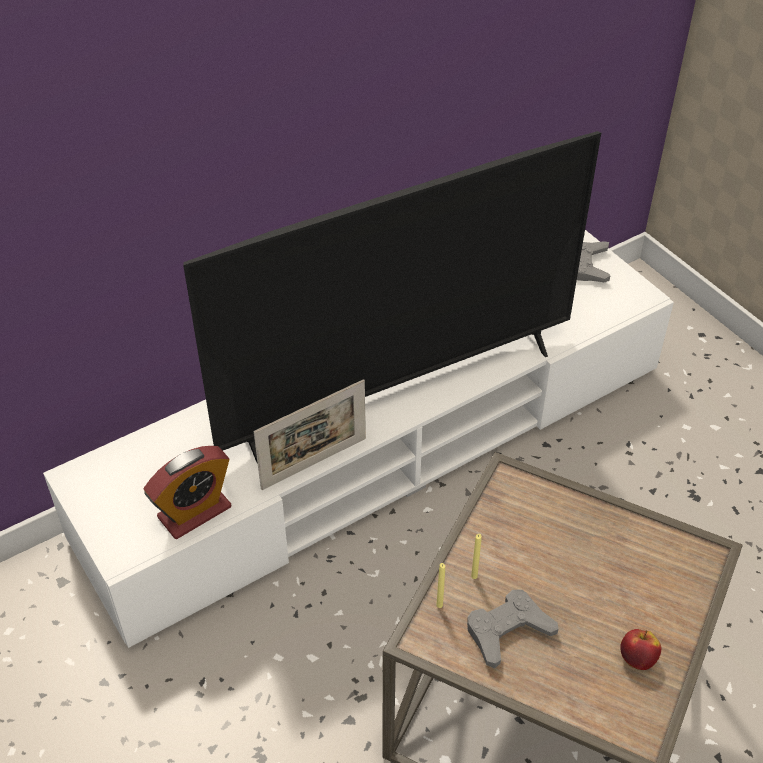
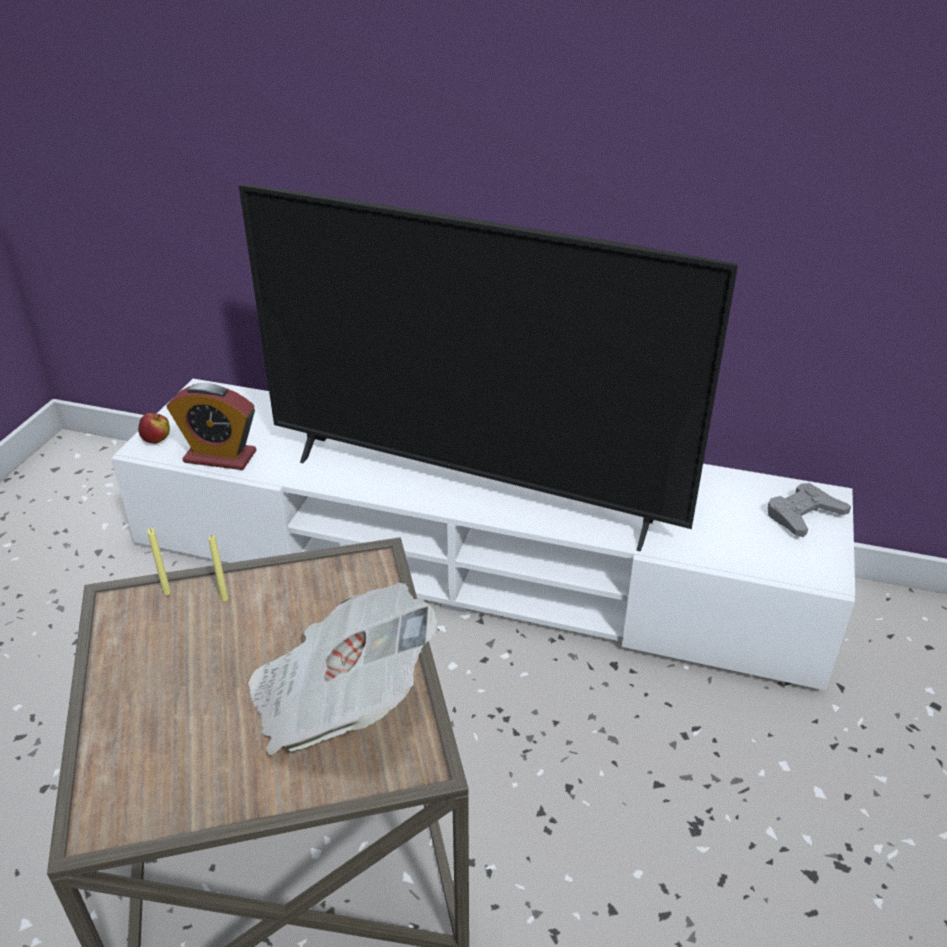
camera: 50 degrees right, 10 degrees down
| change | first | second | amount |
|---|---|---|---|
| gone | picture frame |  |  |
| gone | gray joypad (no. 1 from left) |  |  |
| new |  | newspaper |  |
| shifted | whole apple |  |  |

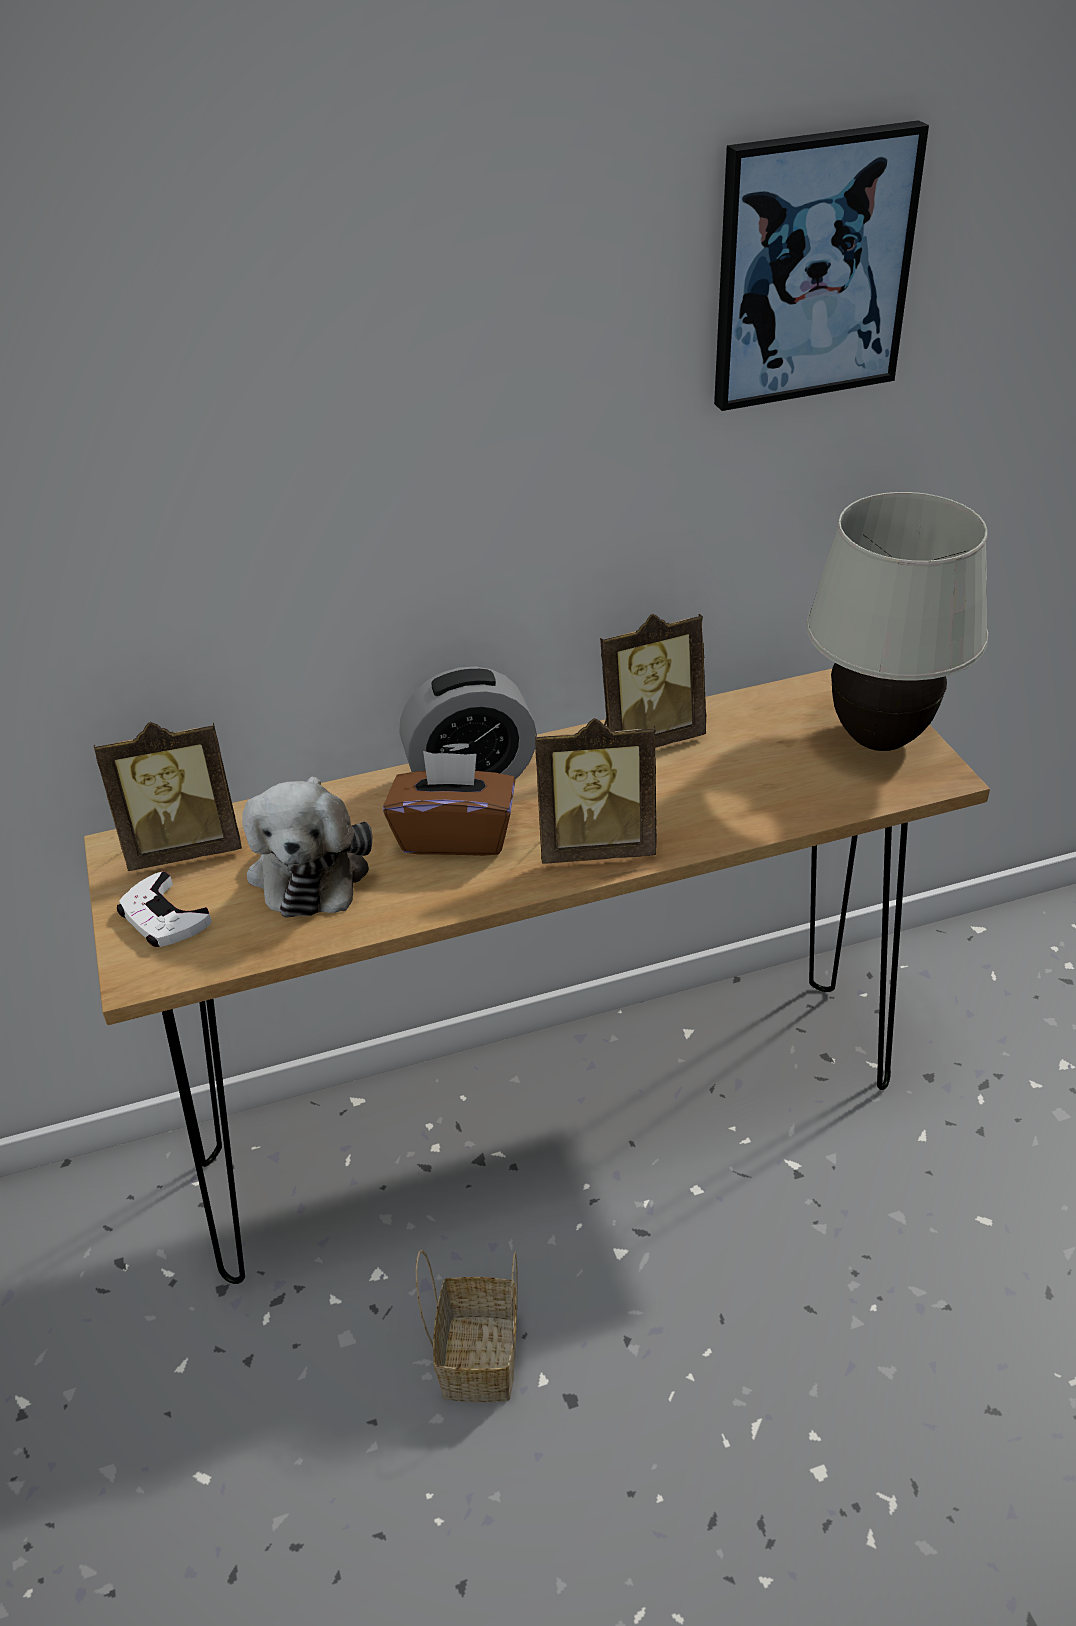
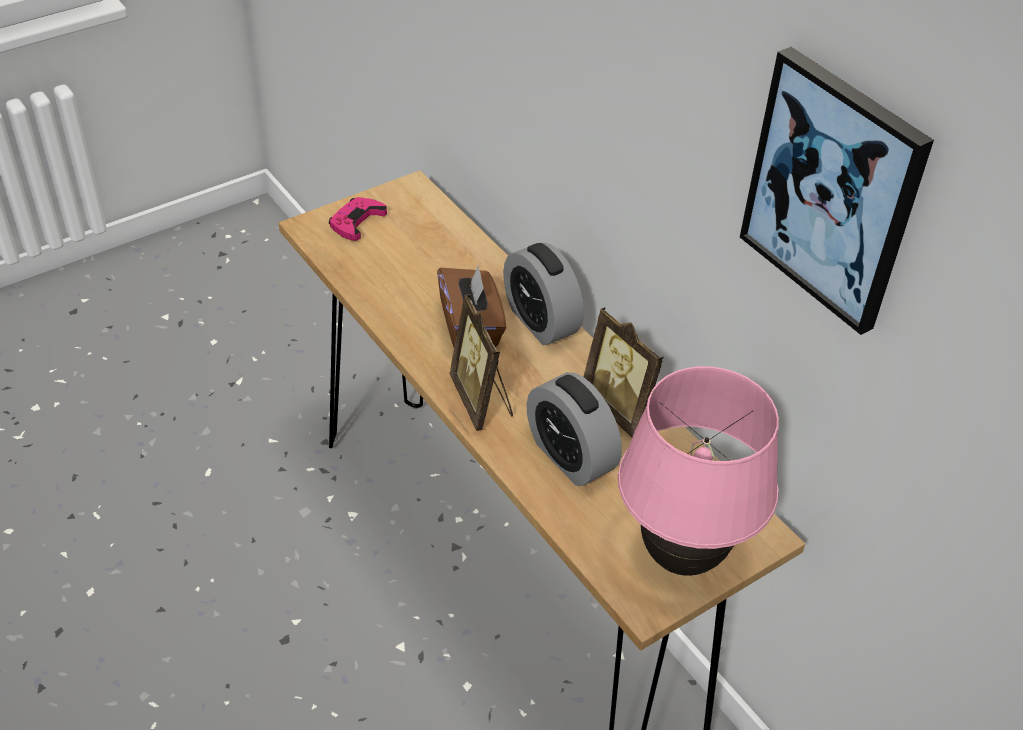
camera: 70 degrees right, 5 degrees up
| change | first | second | amount |
|---|---|---|---|
| gone | picture frame (no. 1 from left) |  |  |
| gone | soft toy |  |  |
| gone | basket |  |  |
| new |  | table clock (no. 2 from left) |  |
| repainted | whitish joypad | pink joypad |  |
| repainted | whitish table lamp | pink table lamp |  |

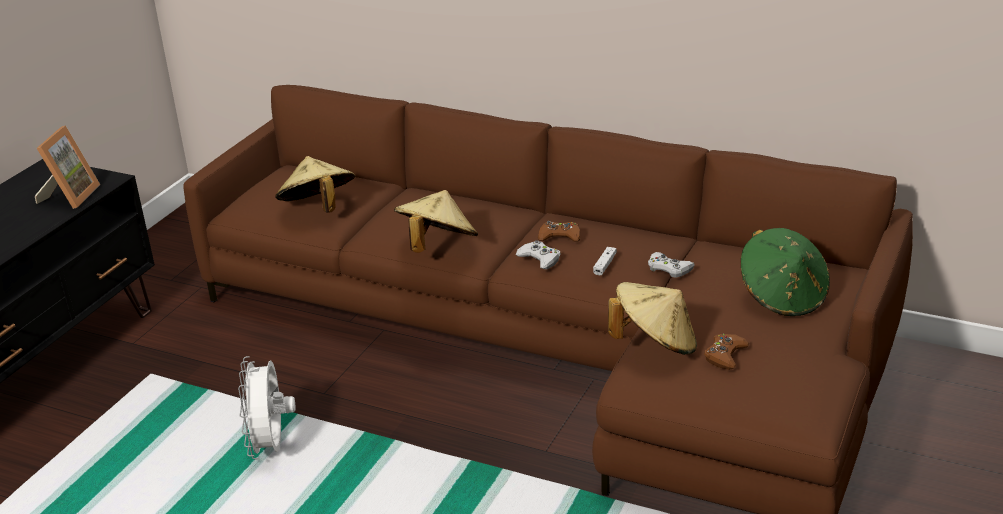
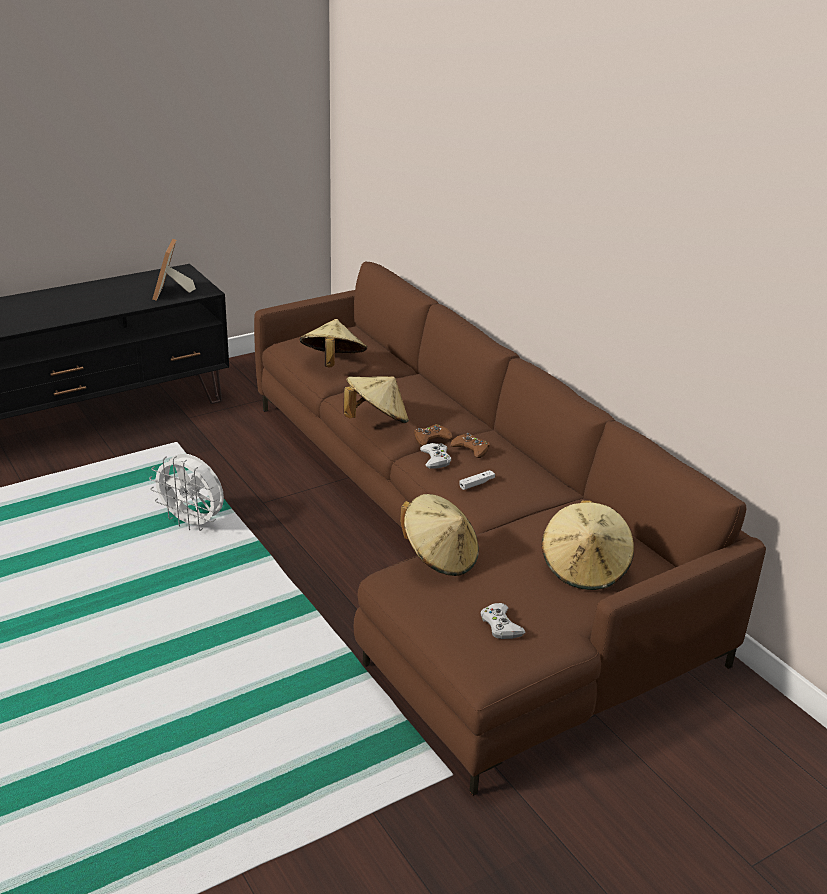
camera: 30 degrees right, 0 degrees up
| change | first | second | amount |
|---|---|---|---|
| shifted | whitish joypad (no. 3 from left) |  |  |
| shifted | brown joypad (no. 2 from left in the first image) | brown joypad (no. 1 from left) |  |
| repainted | greenish wearable hat | sand-coloured wearable hat (no. 4 from left) |  |
| rotated | picture frame |  | 135 degrees clockwise |
| rotated | whitish cooling fan |  | 90 degrees counterclockwise |

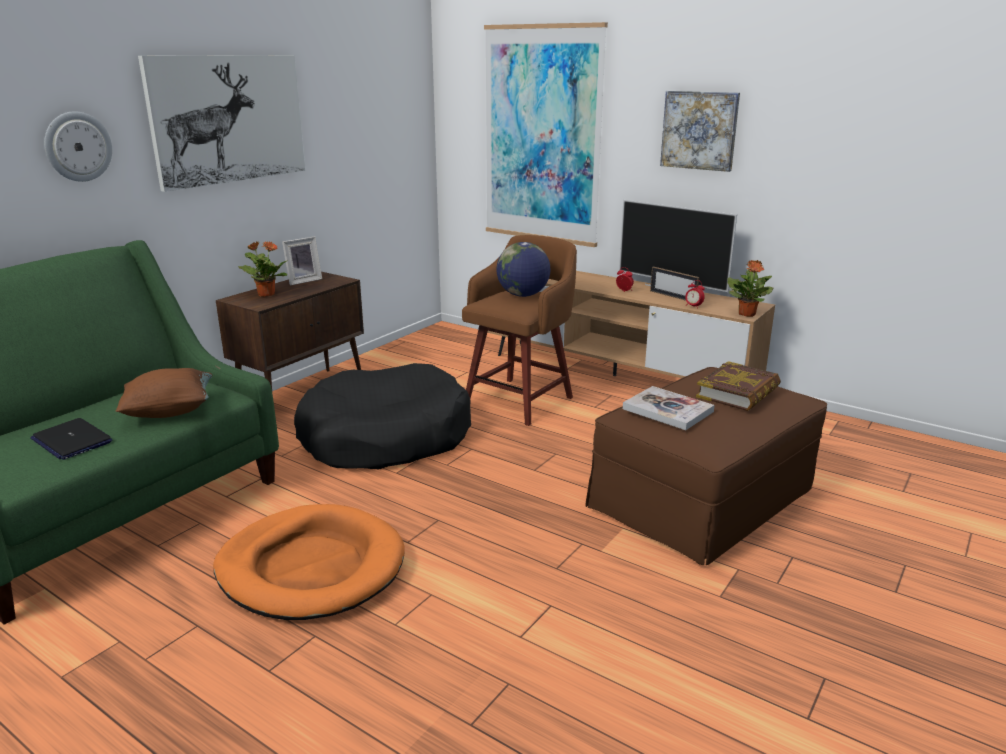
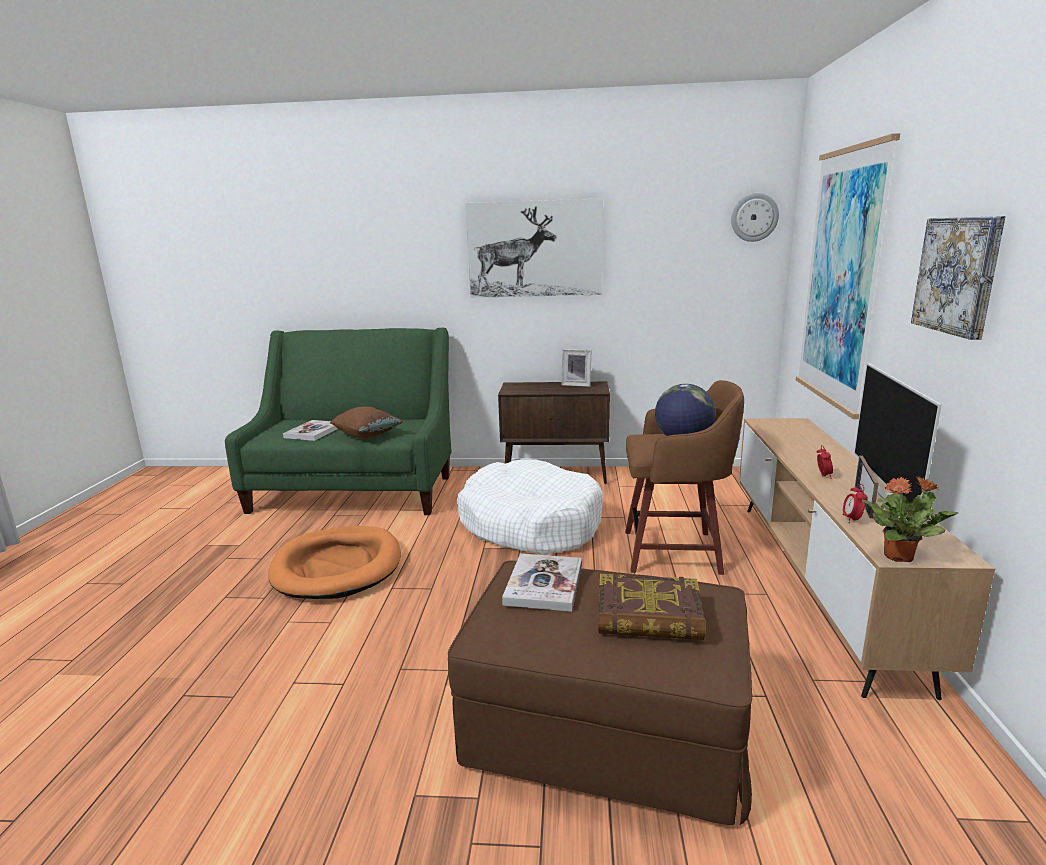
camera: 60 degrees right, 5 degrees down
| change | first | second | amount |
|---|---|---|---|
| gone | potted plant (no. 1 from left) |  |  |
| shifted | clock on the wall |  |  |
| swapped | notebook computer | volume (no. 1 from left) |  |
| repainted | blackish pet bed | whitish pet bed |  |

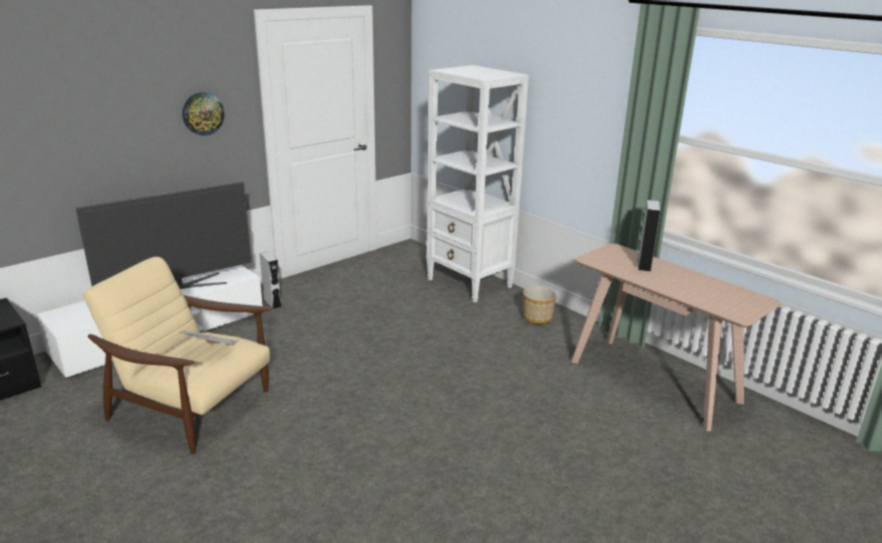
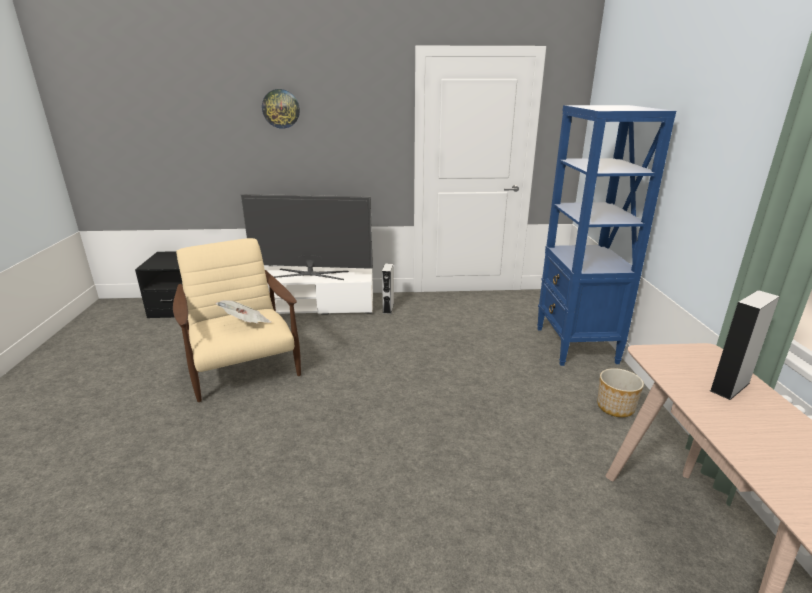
camera: 40 degrees right, 0 degrees up
| change | first | second | amount |
|---|---|---|---|
| shifted | clock on the wall |  |  |
| repainted | whitish shelving unit | bluish shelving unit |  |

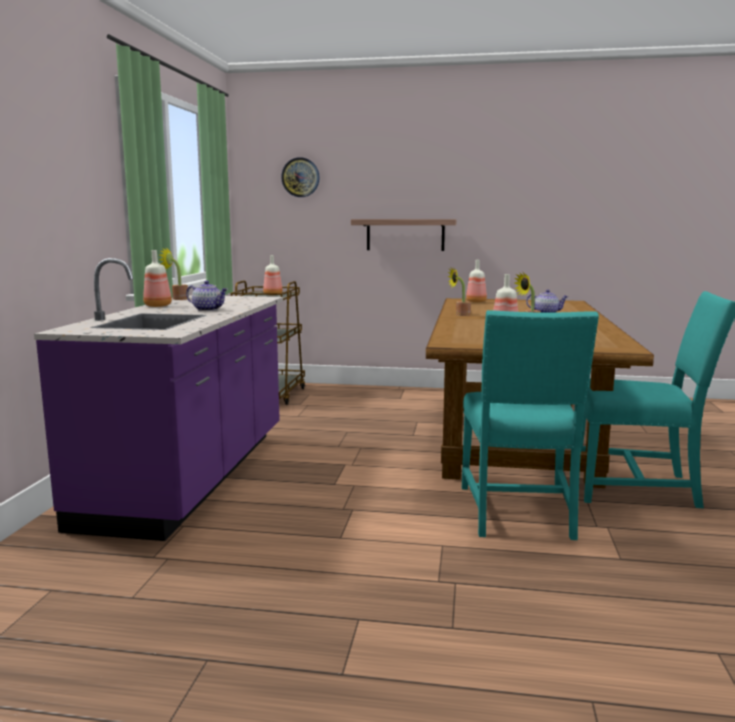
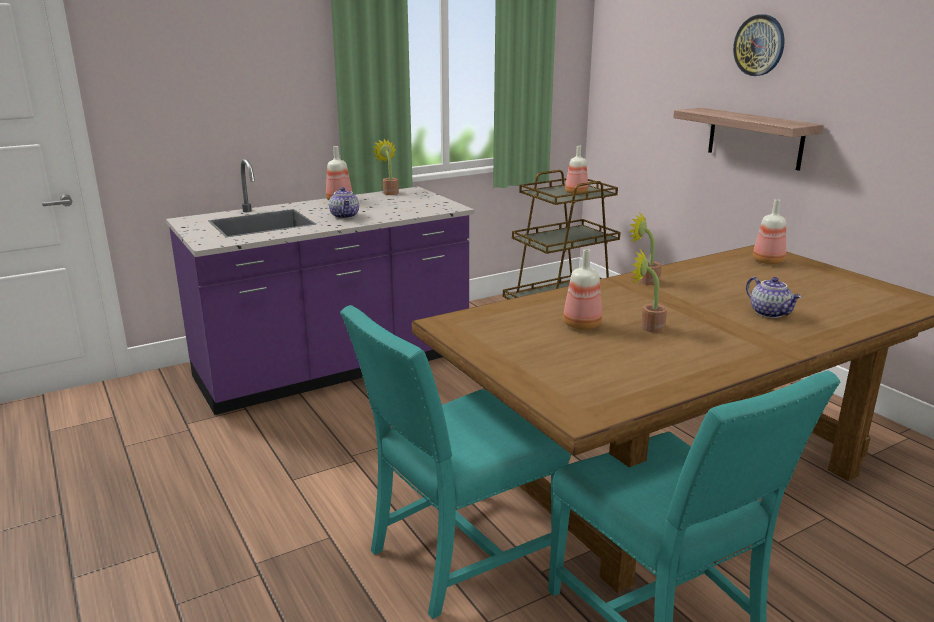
camera: 50 degrees right, 10 degrees up
| change | first | second | amount |
|---|---|---|---|
| shifted | clock on the wall |  |  |

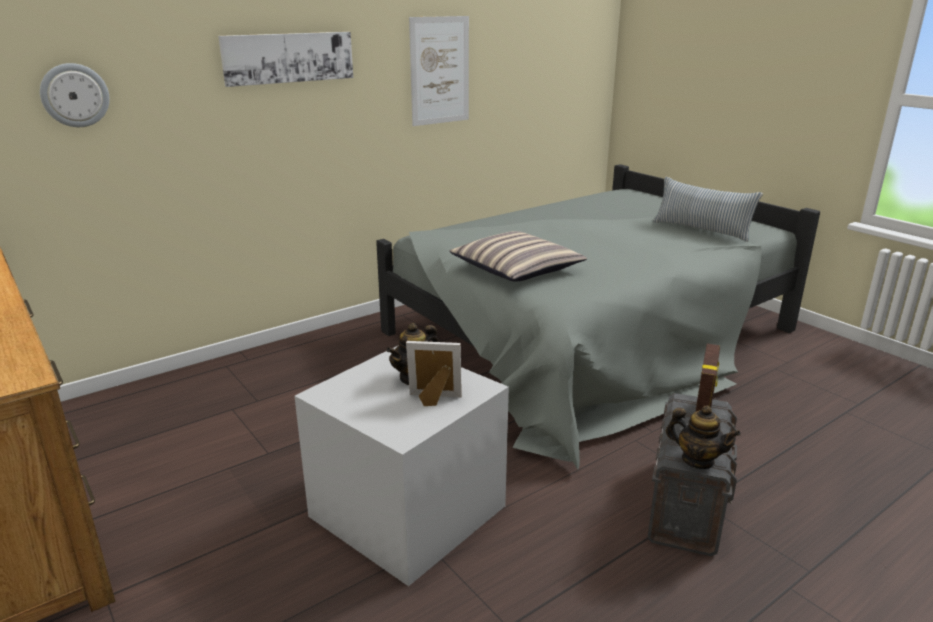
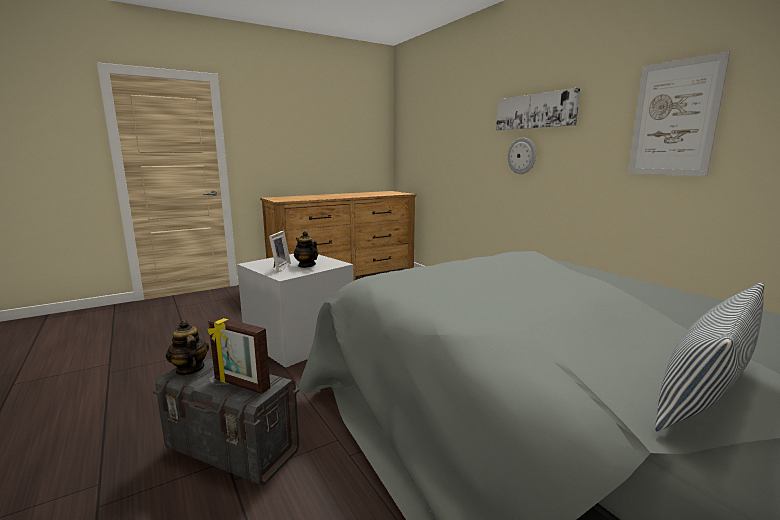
camera: 95 degrees right, 10 degrees down
| change | first | second | amount |
|---|---|---|---|
| gone | throw pillow (no. 1 from left) |  |  |
| shifted | clock on the wall |  |  |
| rotated | tea pot (no. 2 from left in the first image) | tea pot (no. 1 from left) | 105 degrees clockwise |

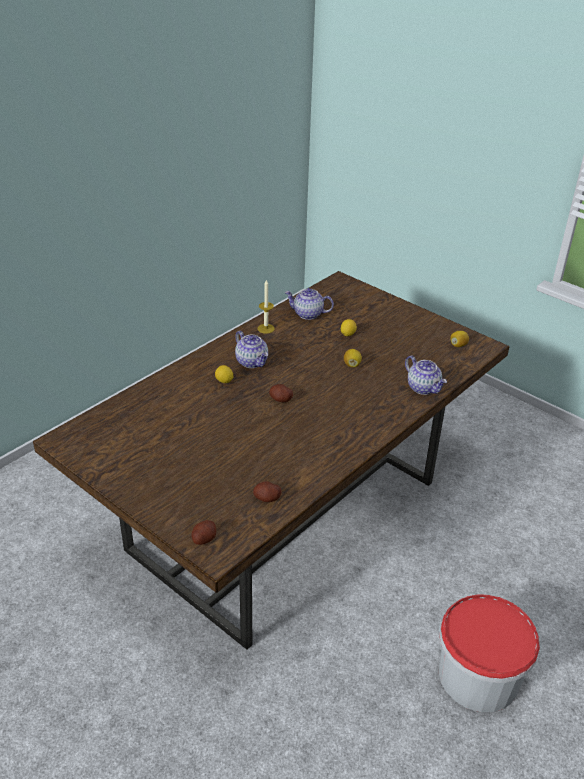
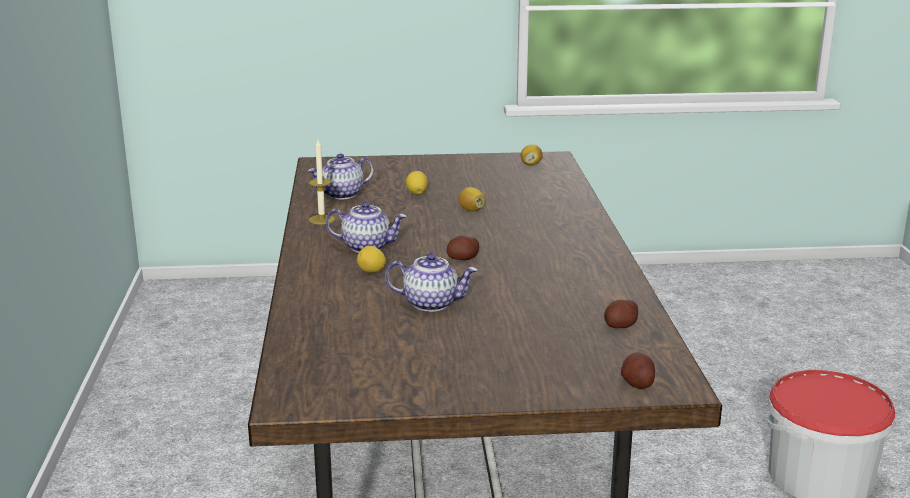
camera: 45 degrees left, 15 degrees down
| change | first | second | amount |
|---|---|---|---|
| shifted | tea pot (no. 3 from left) |  |  |

